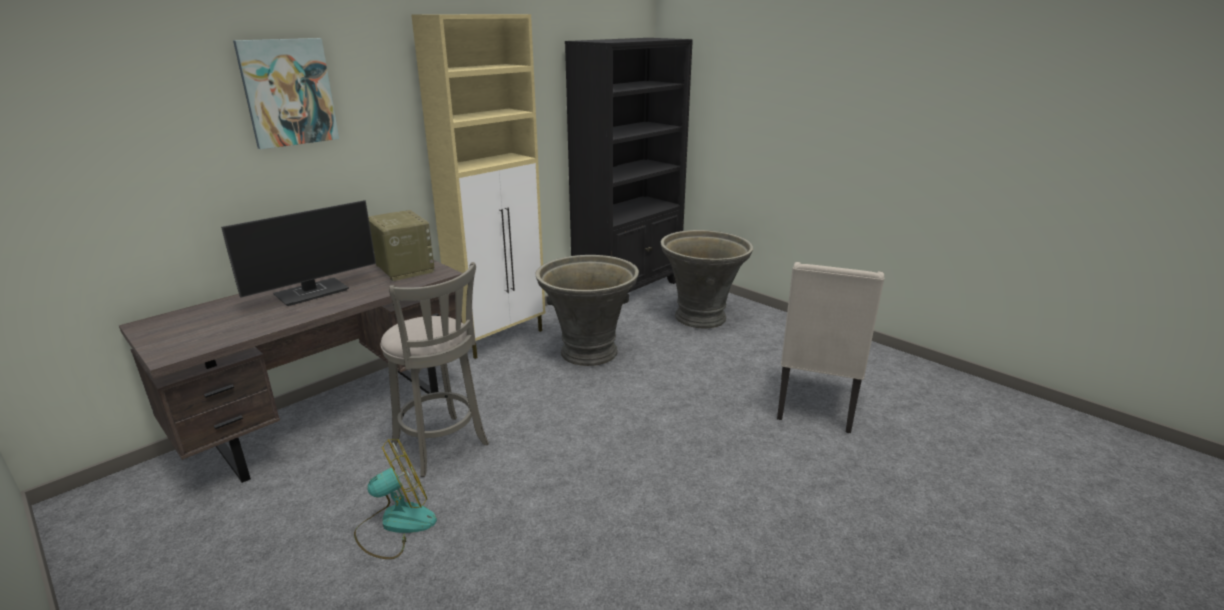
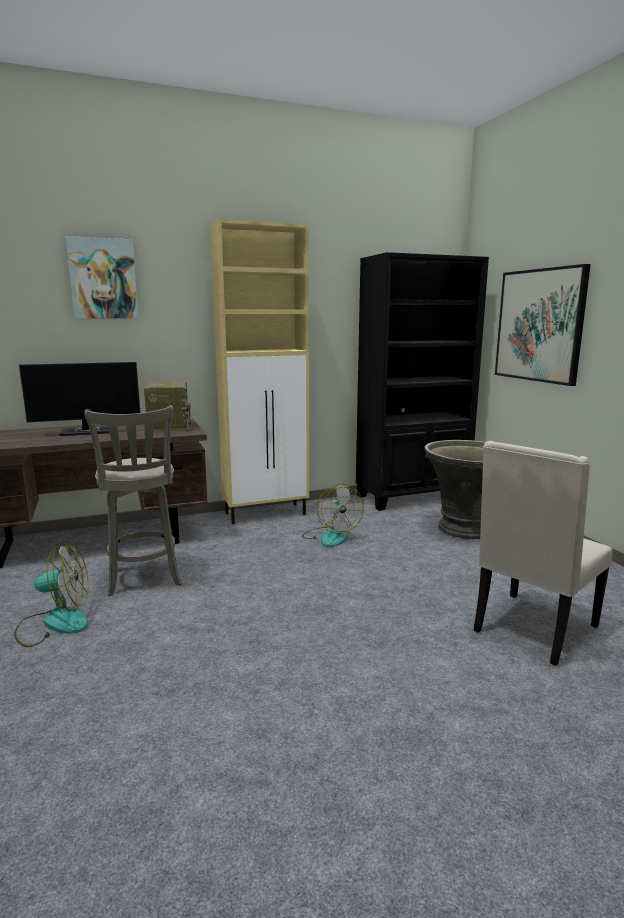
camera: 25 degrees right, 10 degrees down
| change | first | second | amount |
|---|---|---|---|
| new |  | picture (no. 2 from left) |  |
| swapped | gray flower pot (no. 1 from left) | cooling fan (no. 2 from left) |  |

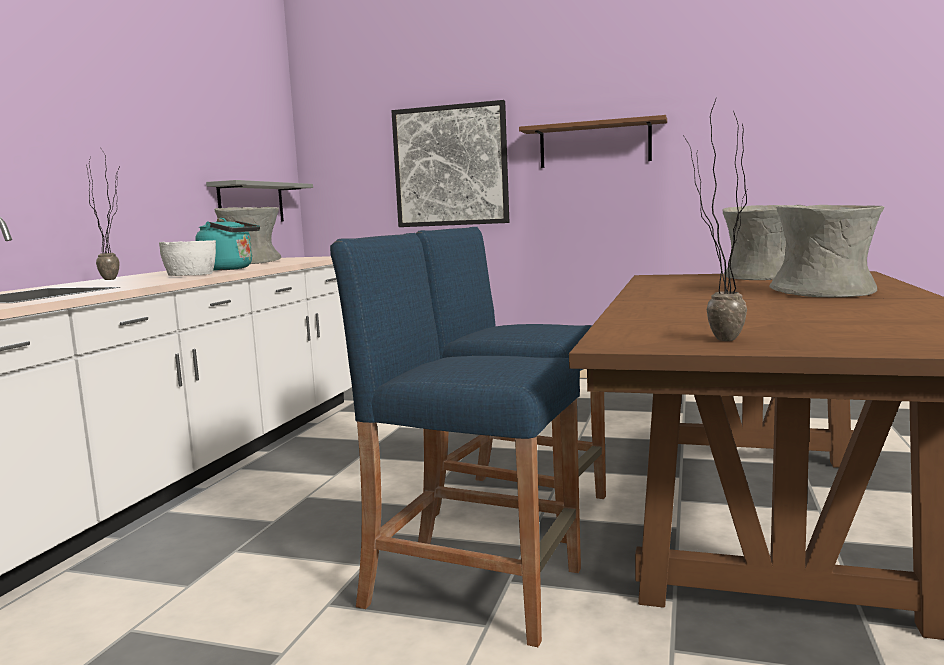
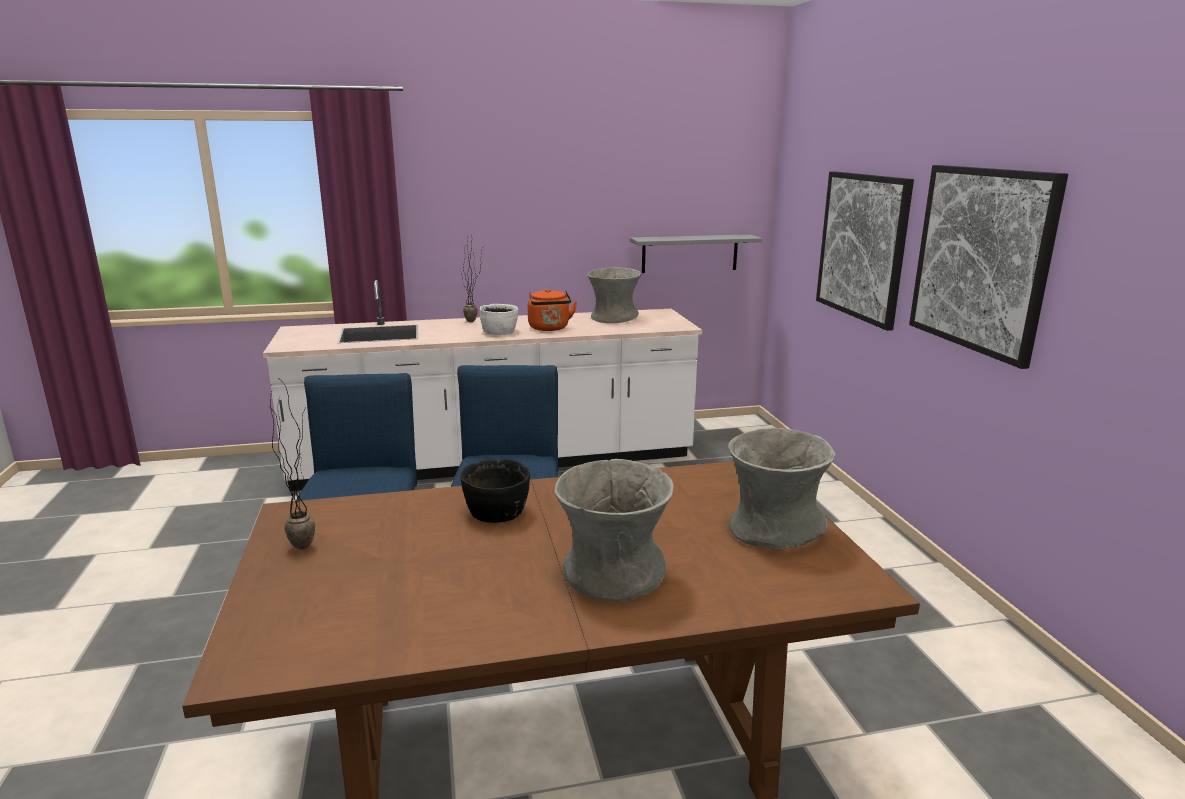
camera: 60 degrees right, 10 degrees up
| change | first | second | amount |
|---|---|---|---|
| new |  | blackish serving bowl |  |
| swapped | brown shelf | picture (no. 2 from left) |  |
| repainted | blue-green kettle | orange-coloured kettle |  |

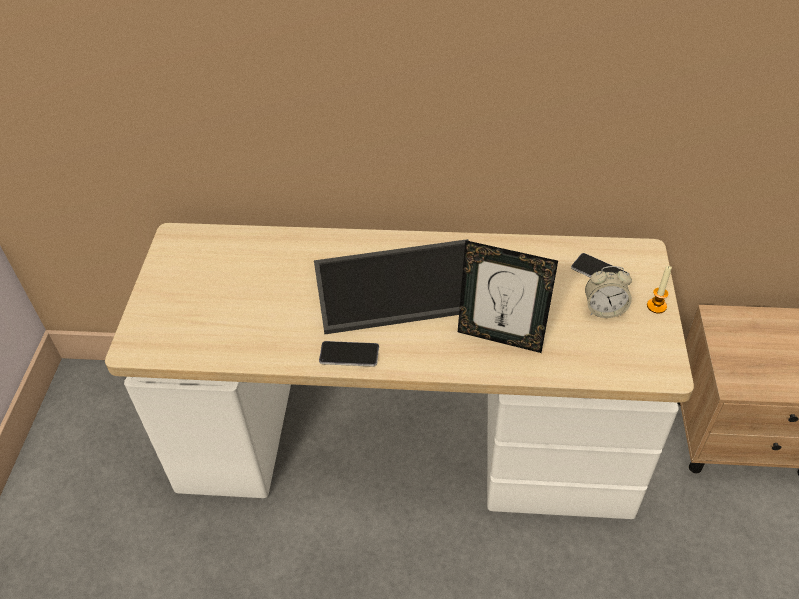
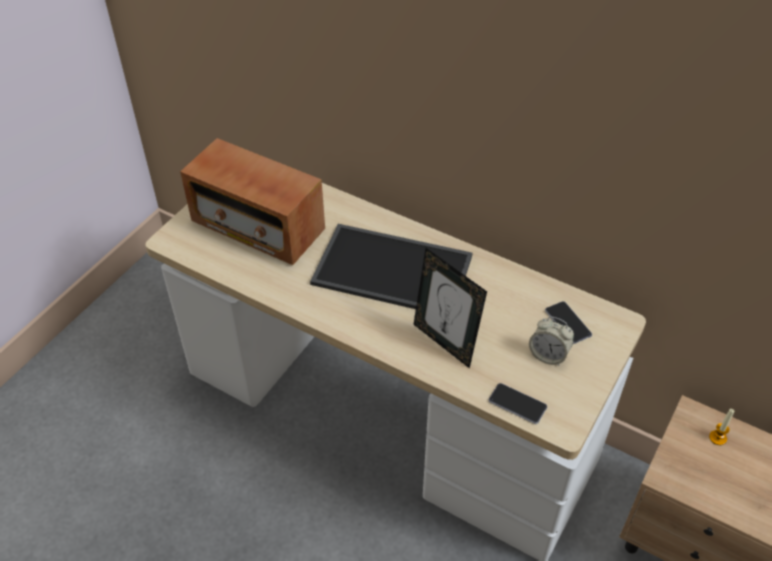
camera: 25 degrees right, 0 degrees up
| change | first | second | amount |
|---|---|---|---|
| new |  | radio |  |
| shifted | phone (no. 1 from left) |  |  |
| shifted | wax candle |  |  |

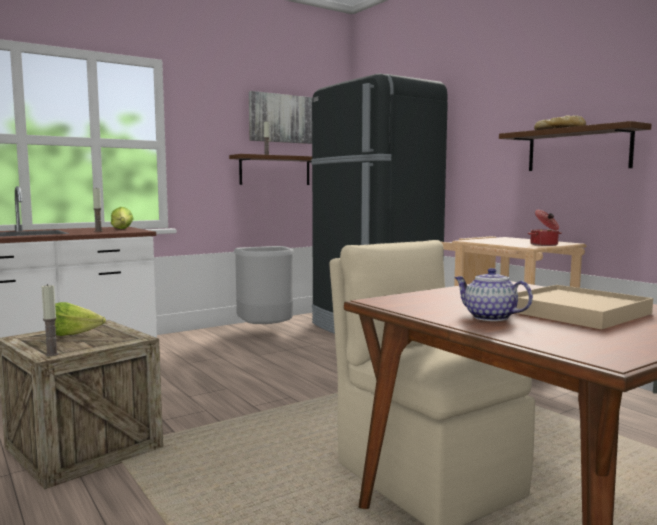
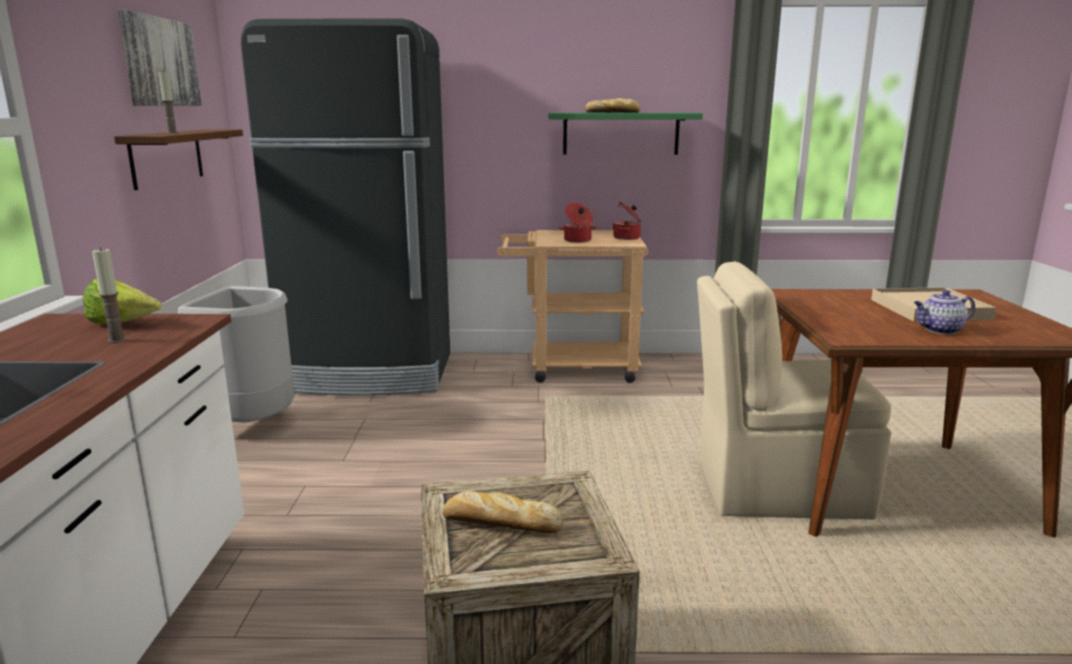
camera: 55 degrees left, 10 degrees up
| change | first | second | amount |
|---|---|---|---|
| gone | wax candle (no. 1 from left) |  |  |
| new |  | stockpot (no. 1 from left) |  |
| swapped | lettuce (no. 1 from left) | bread (no. 1 from left) |  |
| repainted | brown shelf (no. 2 from left) | greenish shelf |  |

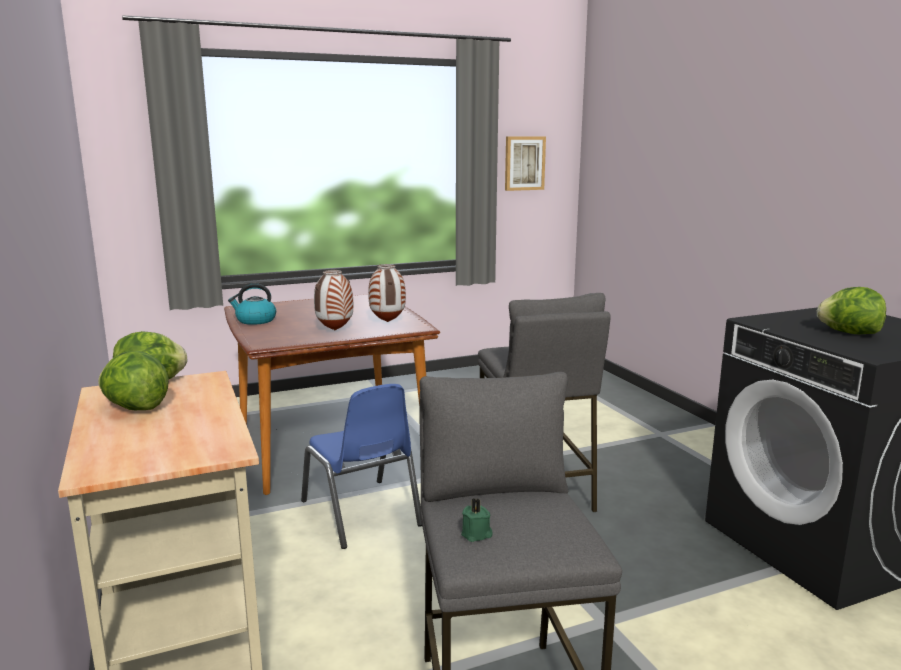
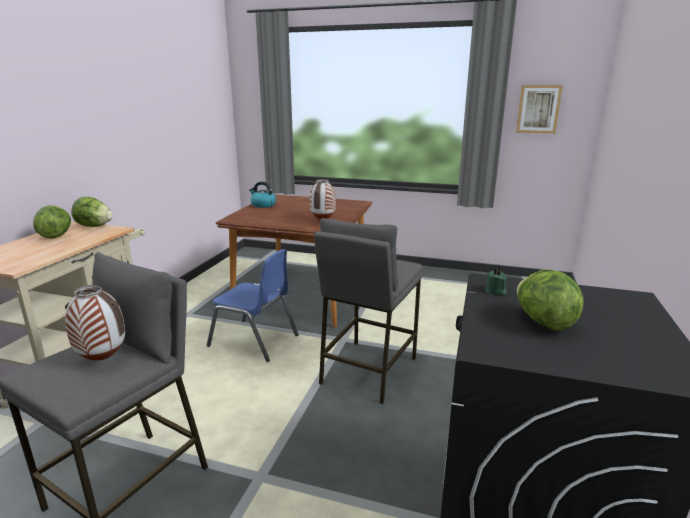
camera: 40 degrees right, 5 degrees up
| change | first | second | amount |
|---|---|---|---|
| shifted | flower vase (no. 1 from left) |  |  |
| shifted | greenish wax candle |  |  |
| rotated | bluish plain chair |  | 75 degrees counterclockwise |

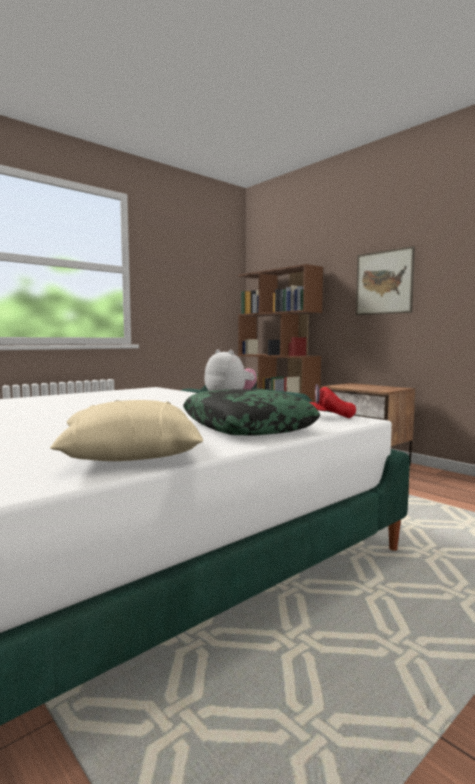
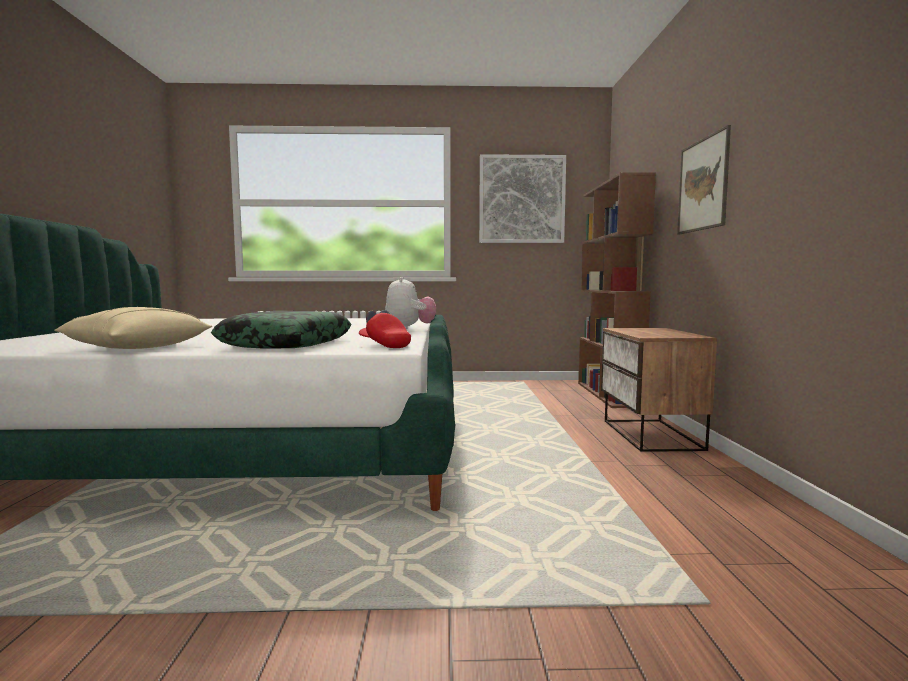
camera: 40 degrees right, 0 degrees up
| change | first | second | amount |
|---|---|---|---|
| new |  | picture (no. 1 from left) |  |

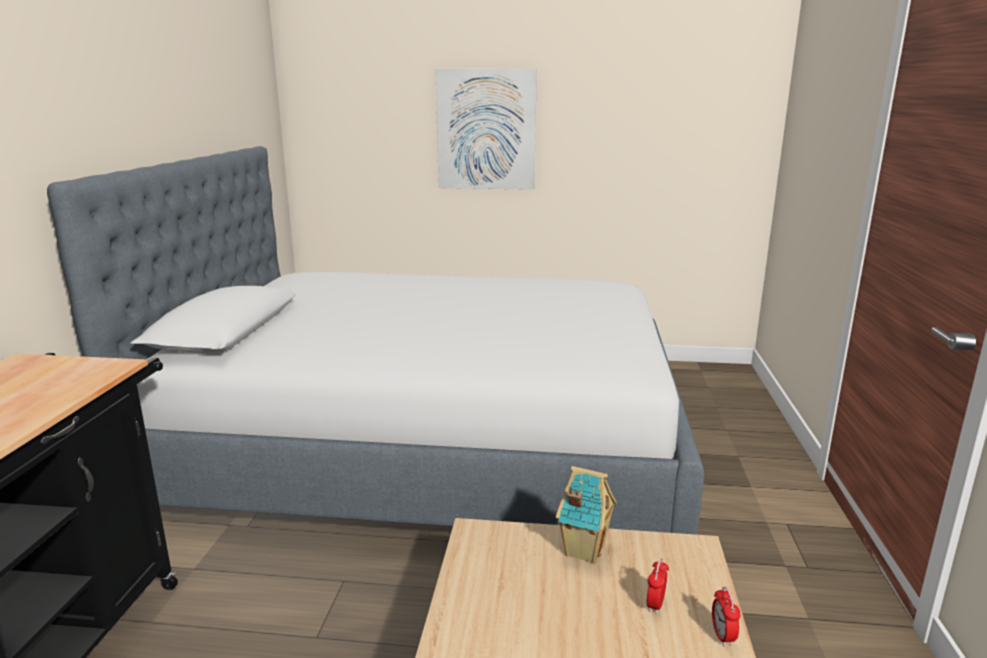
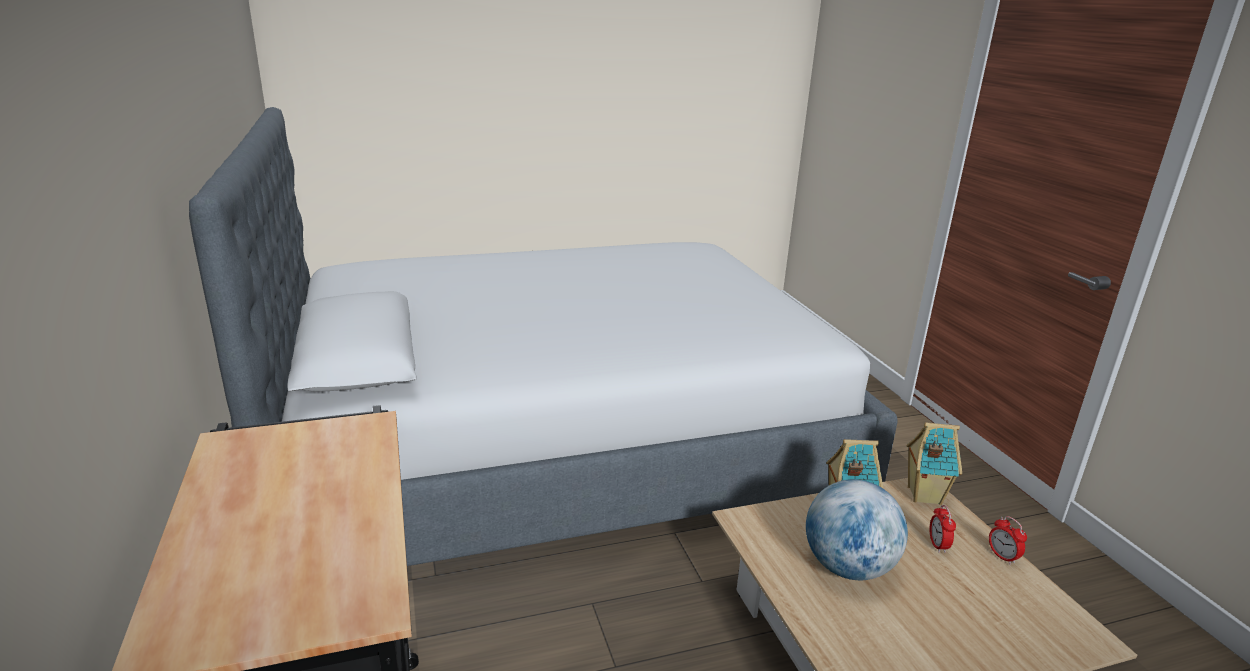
camera: 25 degrees left, 5 degrees up
| change | first | second | amount |
|---|---|---|---|
| gone | picture |  |  |
| new |  | globe |  |
| new |  | toy house (no. 2 from left) |  |

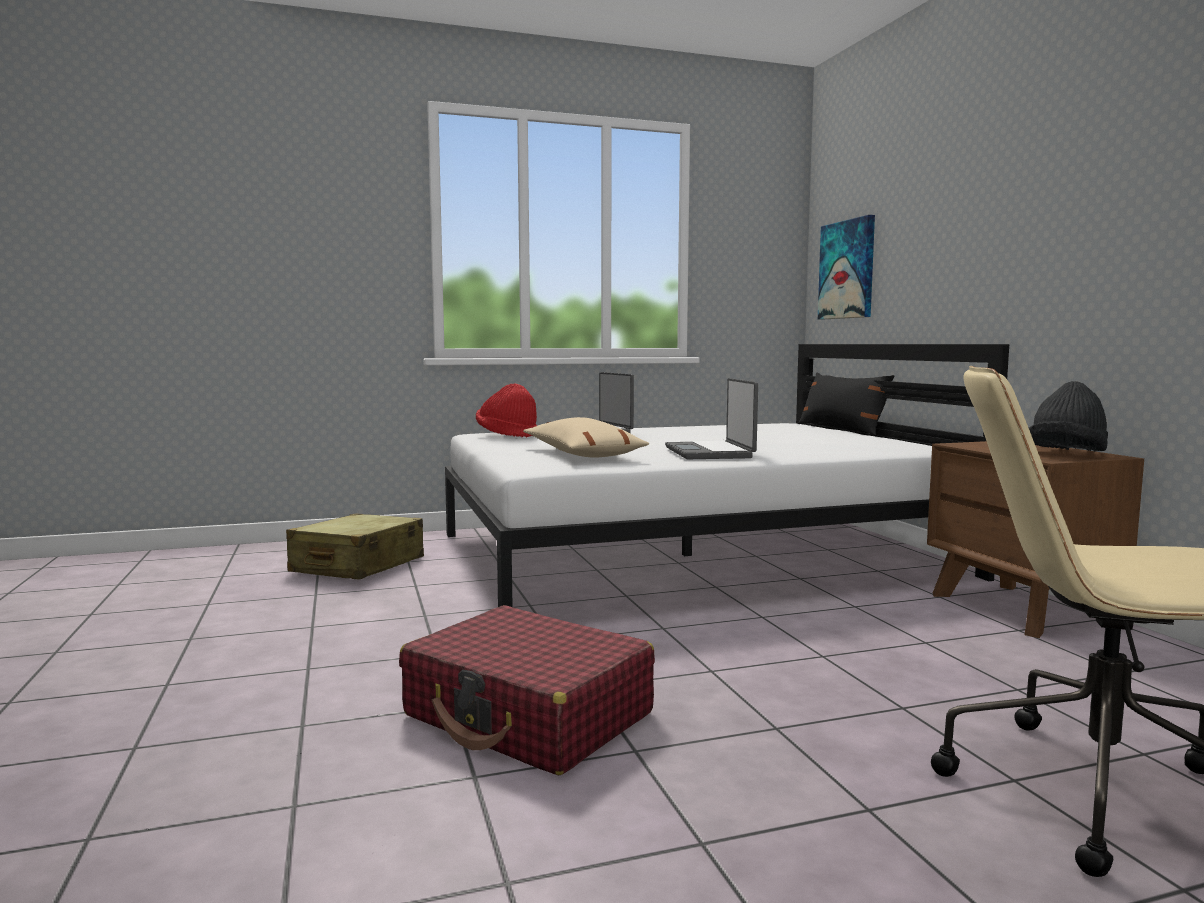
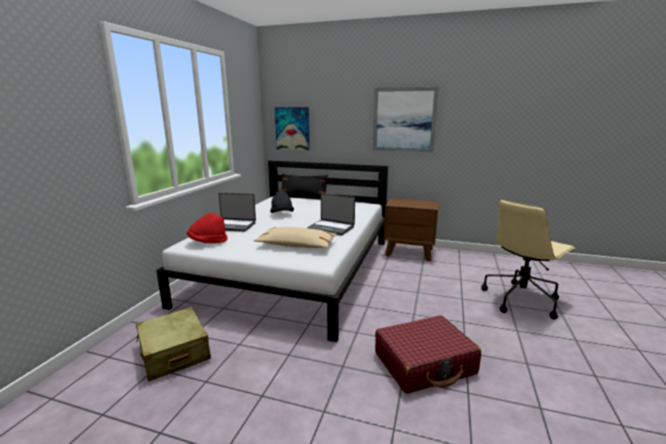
camera: 55 degrees left, 10 degrees up
| change | first | second | amount |
|---|---|---|---|
| new |  | picture (no. 2 from left) |  |
| shifted | blackish wearable hat |  |  |

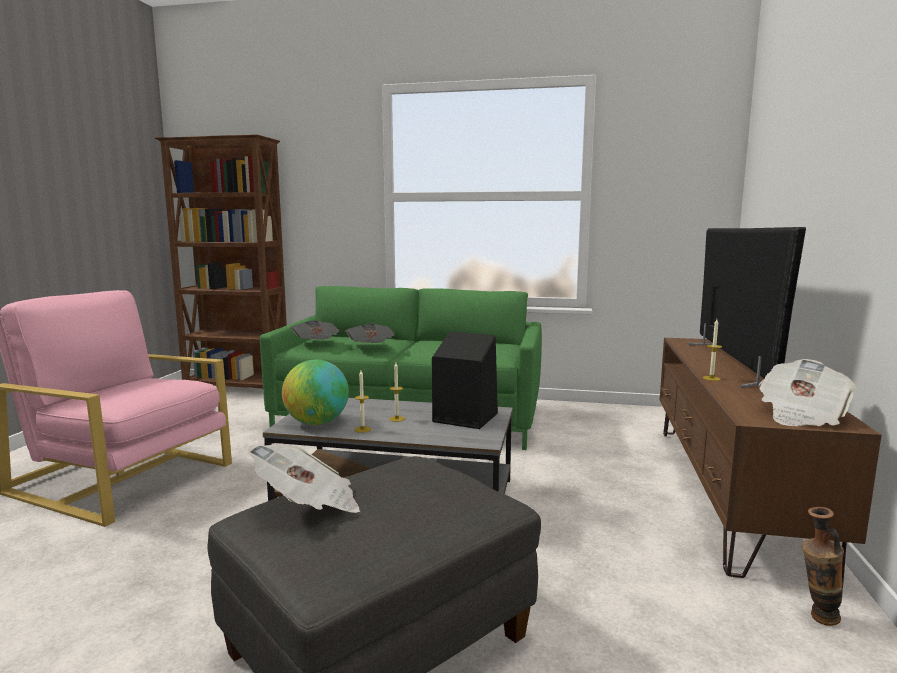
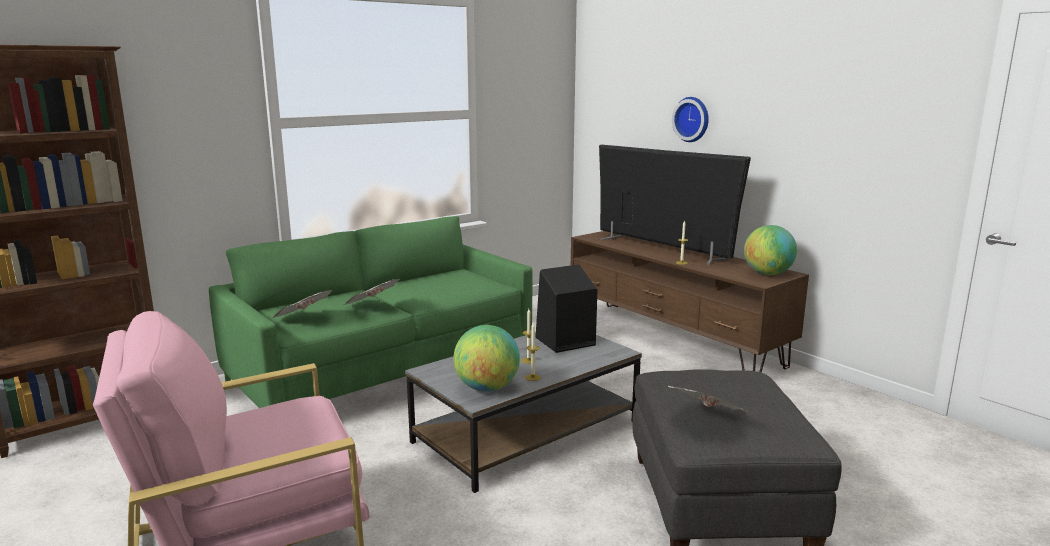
camera: 50 degrees left, 5 degrees up
| change | first | second | amount |
|---|---|---|---|
| gone | flower vase |  |  |
| new |  | clock on the wall |  |
| swapped | newspaper (no. 4 from left) | globe (no. 2 from left) |  |

